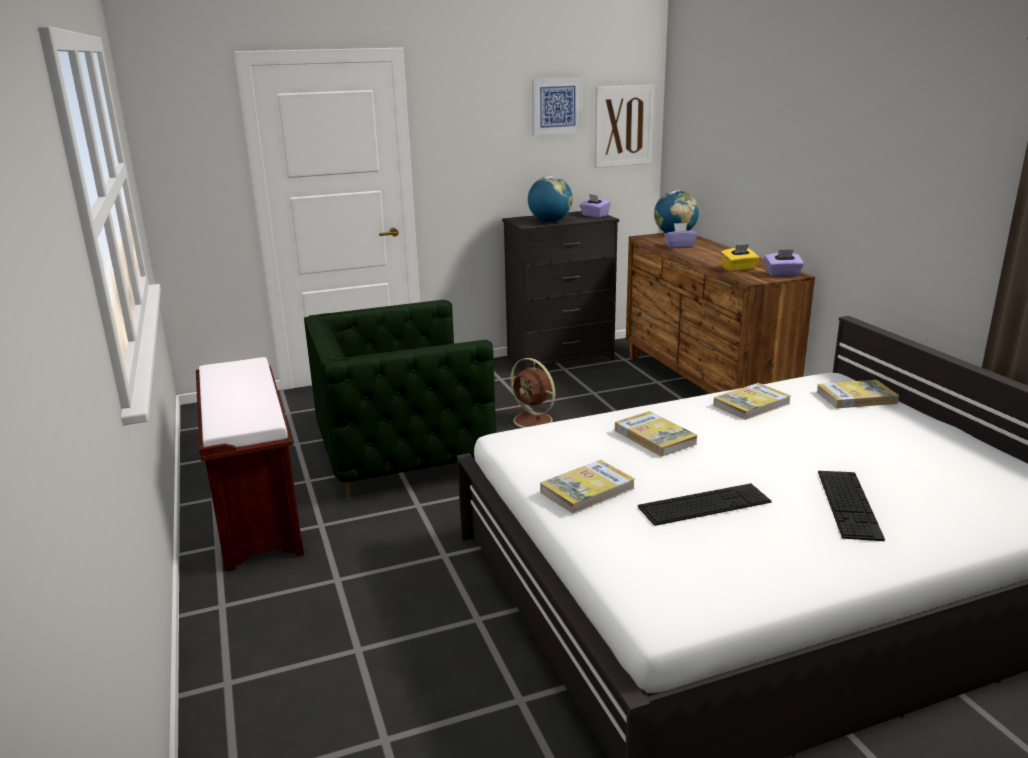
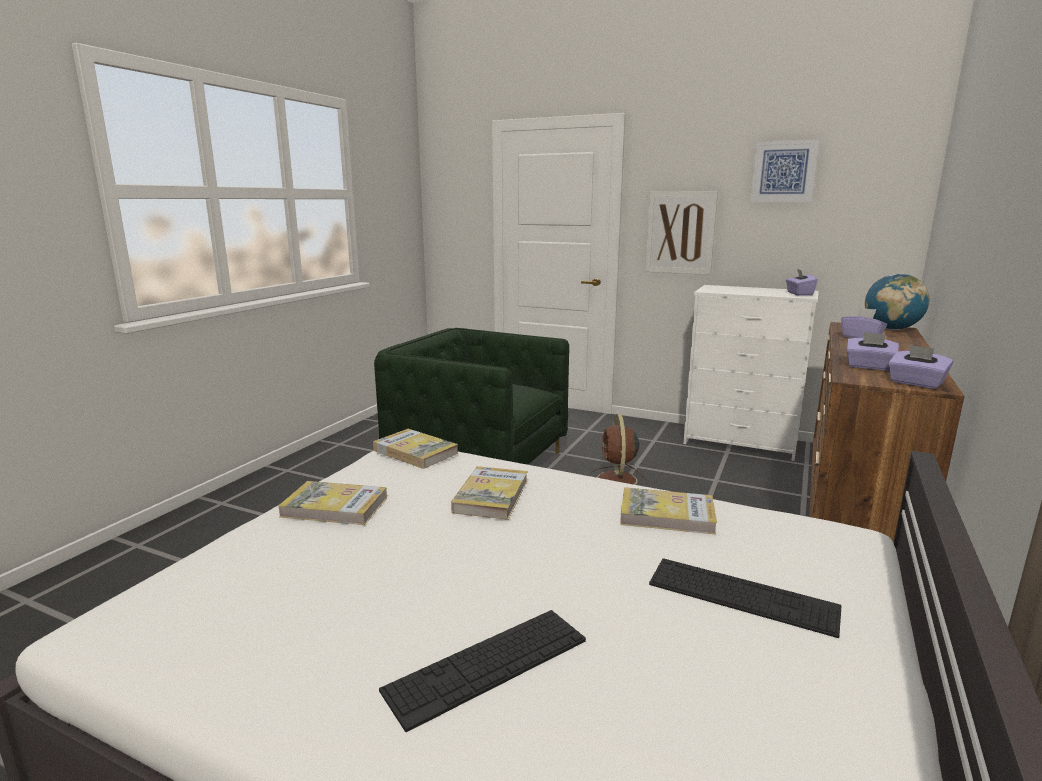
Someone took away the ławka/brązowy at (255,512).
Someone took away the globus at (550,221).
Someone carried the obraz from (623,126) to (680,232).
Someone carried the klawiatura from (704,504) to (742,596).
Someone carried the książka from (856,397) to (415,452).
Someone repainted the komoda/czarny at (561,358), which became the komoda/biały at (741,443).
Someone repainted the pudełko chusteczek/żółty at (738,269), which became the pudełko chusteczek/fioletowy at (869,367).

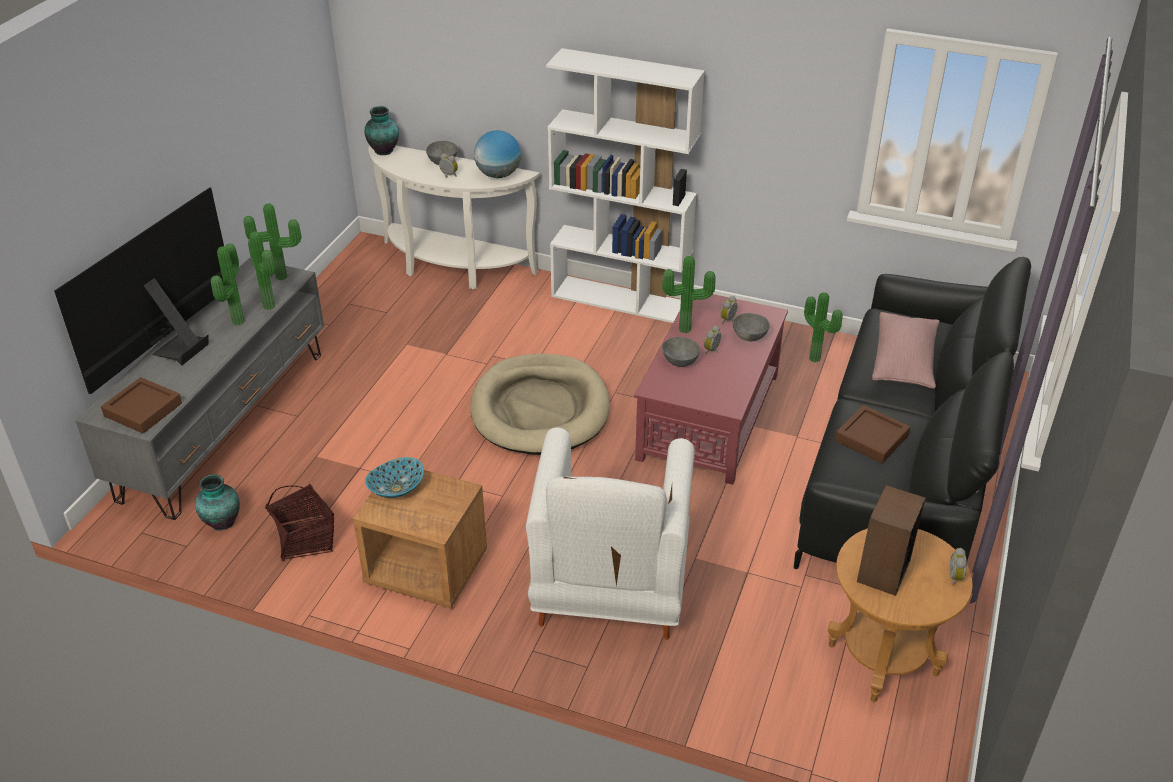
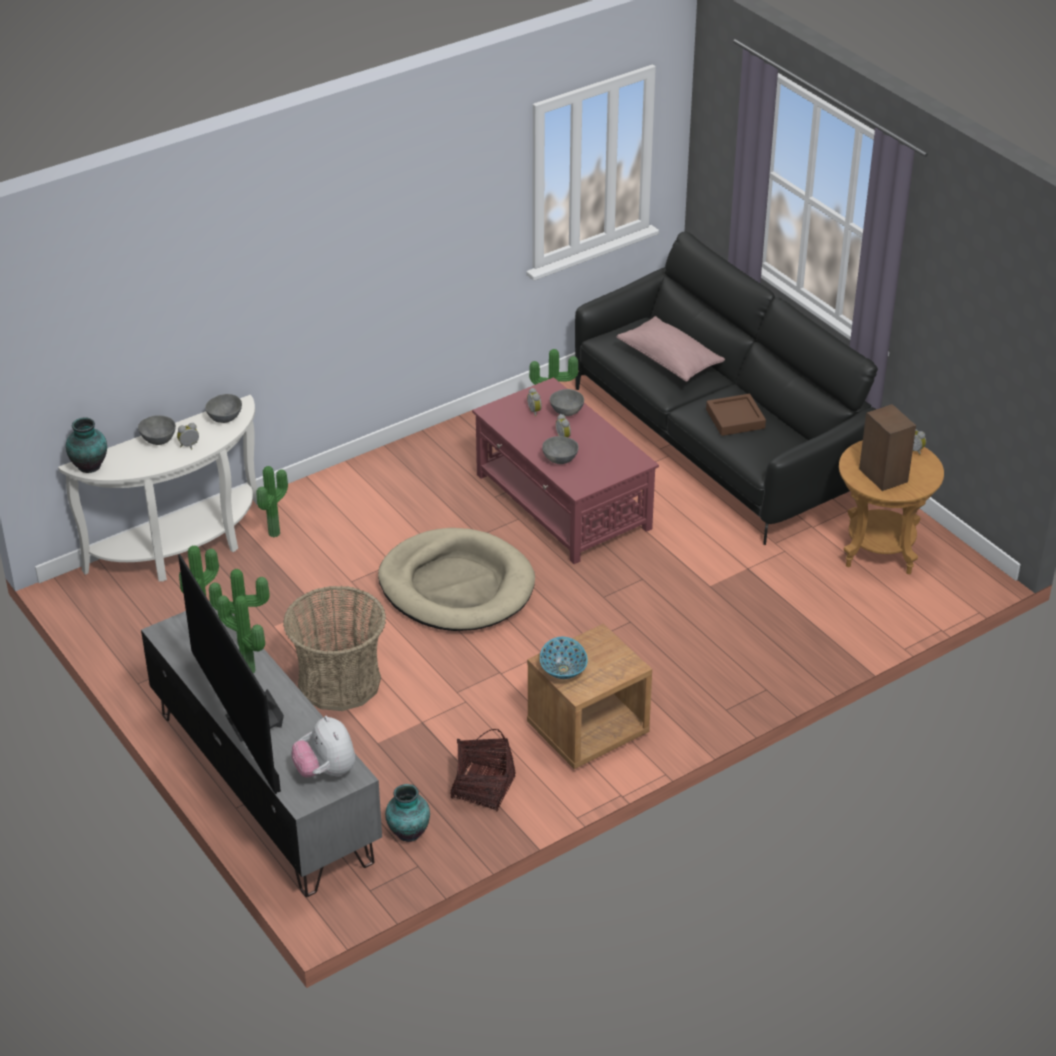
Someone took away the fotel/biały at (609,593).
Someone took away the regał/biały at (621,299).
Someone put down the koszyk at (339,682).
Someone carried the roślina doniczkowa from (685,331) to (276,534).
Someone swapped the taca/brązowy at (143,410) for the pluszak at (326,771).
Someone swapped the globus at (498,175) for the miska/szary at (226,418).

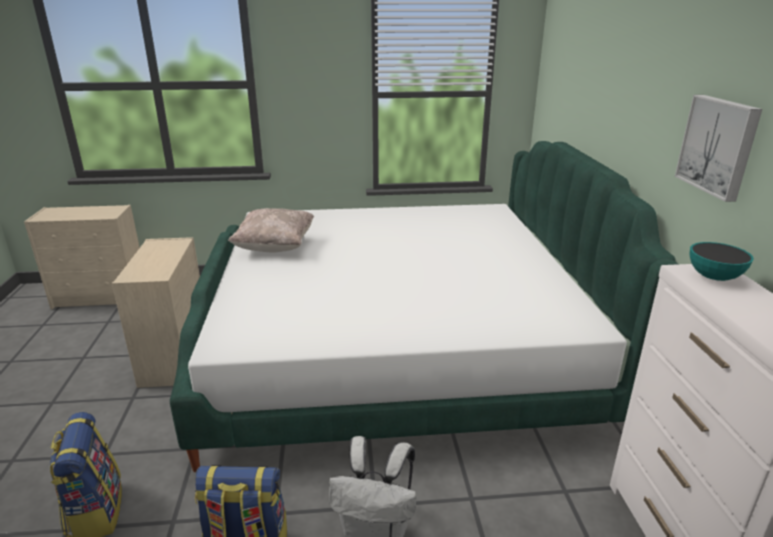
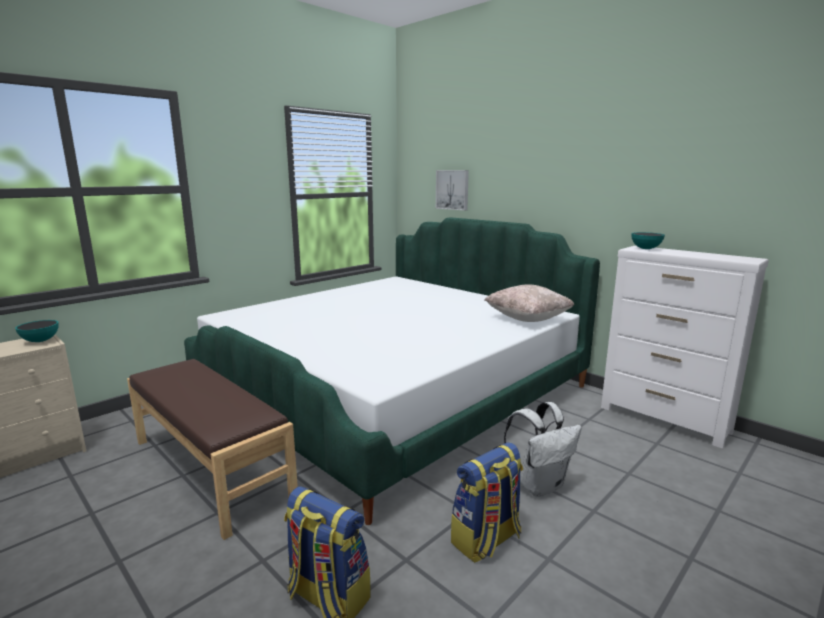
Someone put down the miska at (40,341).
Someone carried the poduszka/beżowy from (275,247) to (527,319).
Someone carried the obraz from (719,146) to (453,189).
Someone swapped the komoda/beżowy at (175,357) for the ławka/brązowy at (212,468).

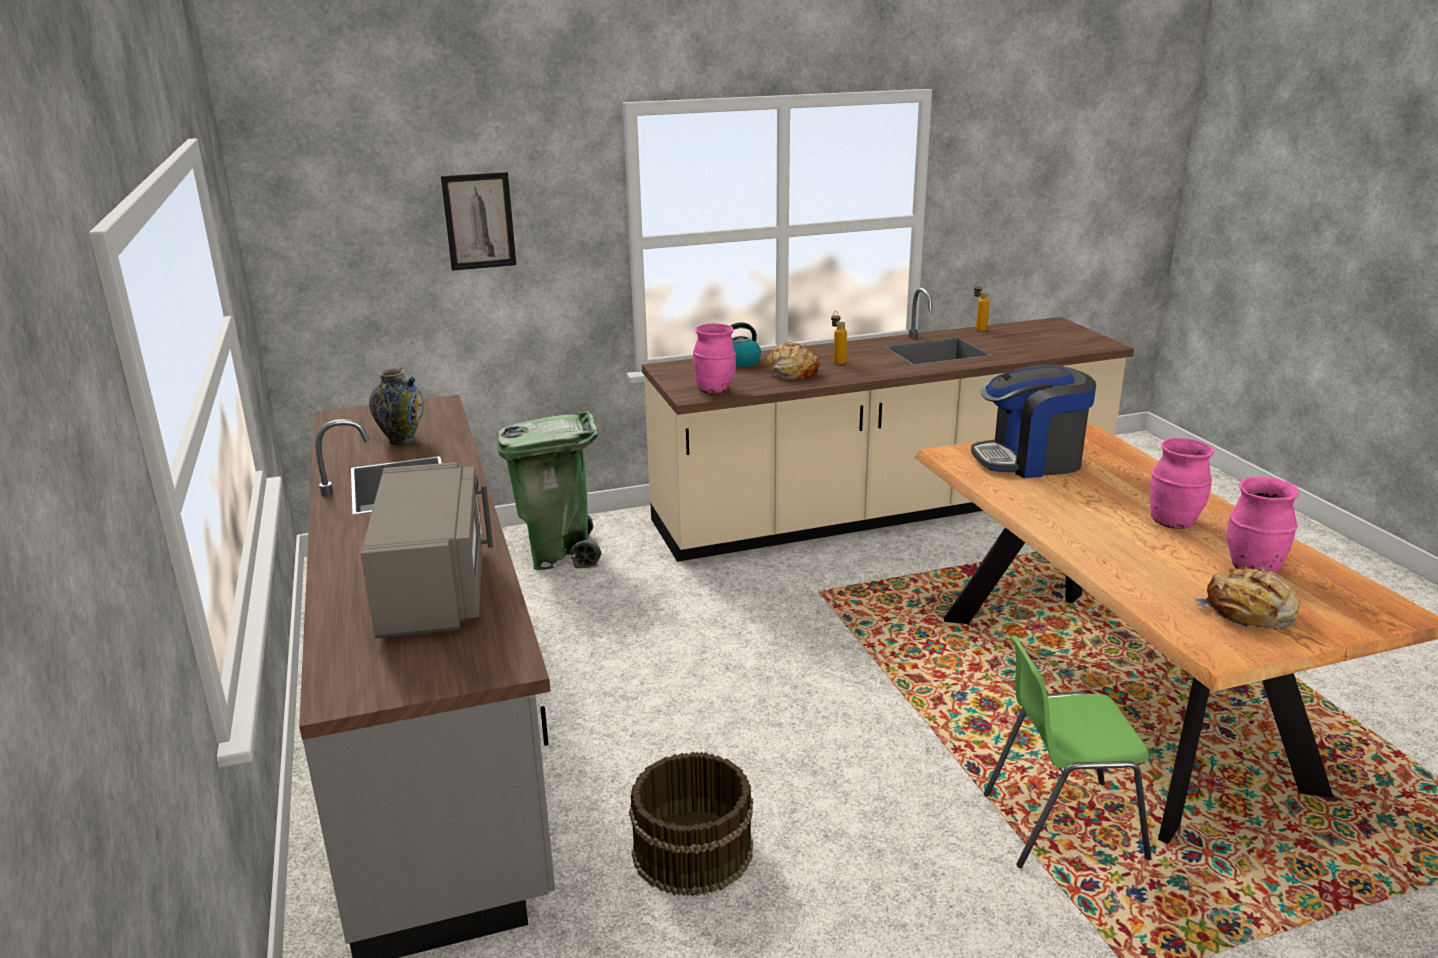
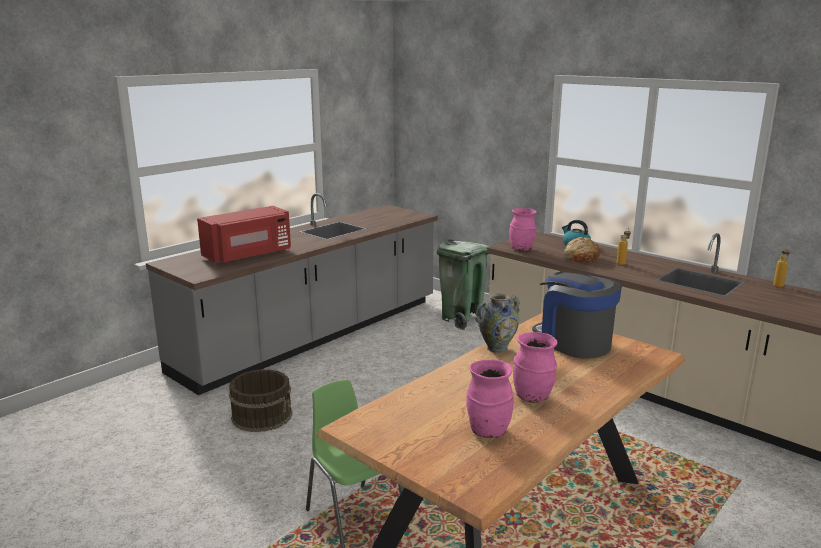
Someone took away the obraz at (479,221).
Someone took away the chleb at (1248,613).
Someone carried the wazon from (402,440) to (497,348).
Someone repainted the mikrofalówka/szary at (435,589), which became the mikrofalówka/czerwony at (249,255).

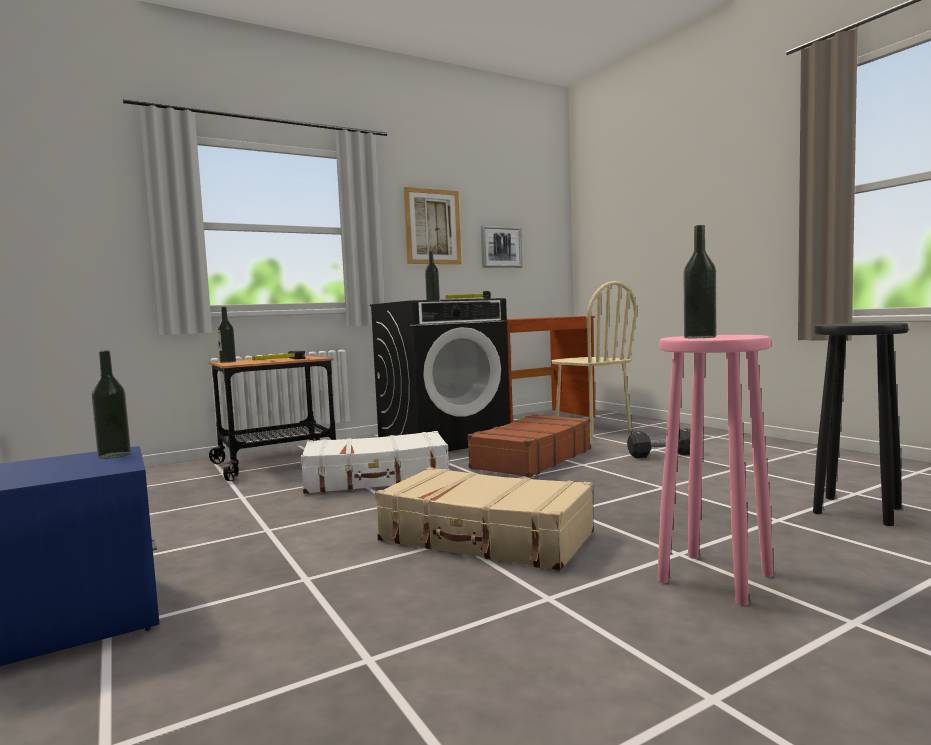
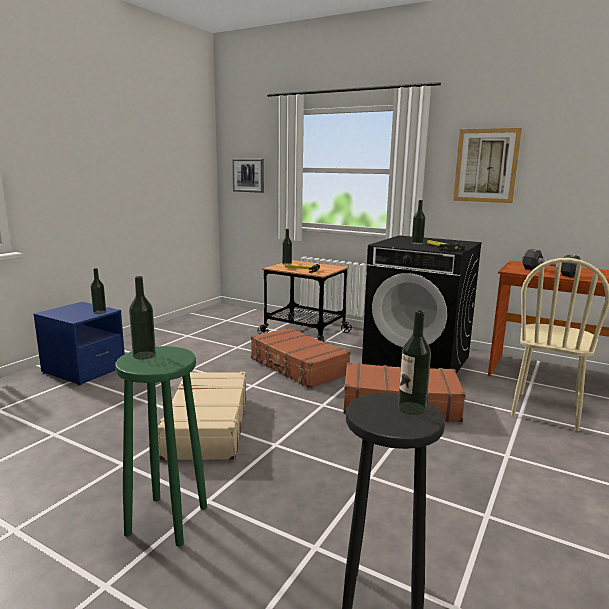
Someone put down the butelka at (411,408).
Someone carried the obraz from (501,247) to (248,175).
Someone carried the hantel/czarny from (662,455) to (549,272).
Someone repainted the walizka/biały at (377,478), which became the walizka/brązowy at (297,367).
Someone repainted the stołek/różowy at (714,578), which became the stołek/zielony at (166,520).

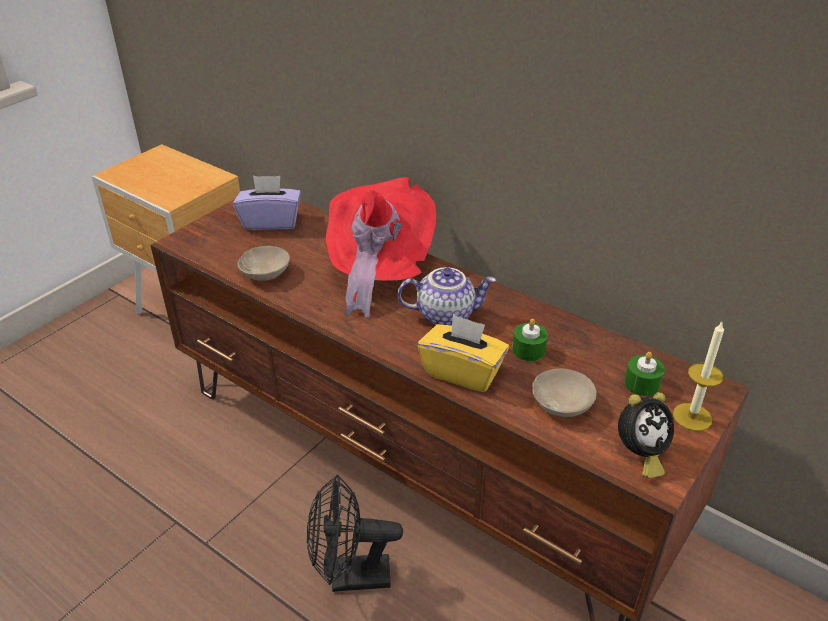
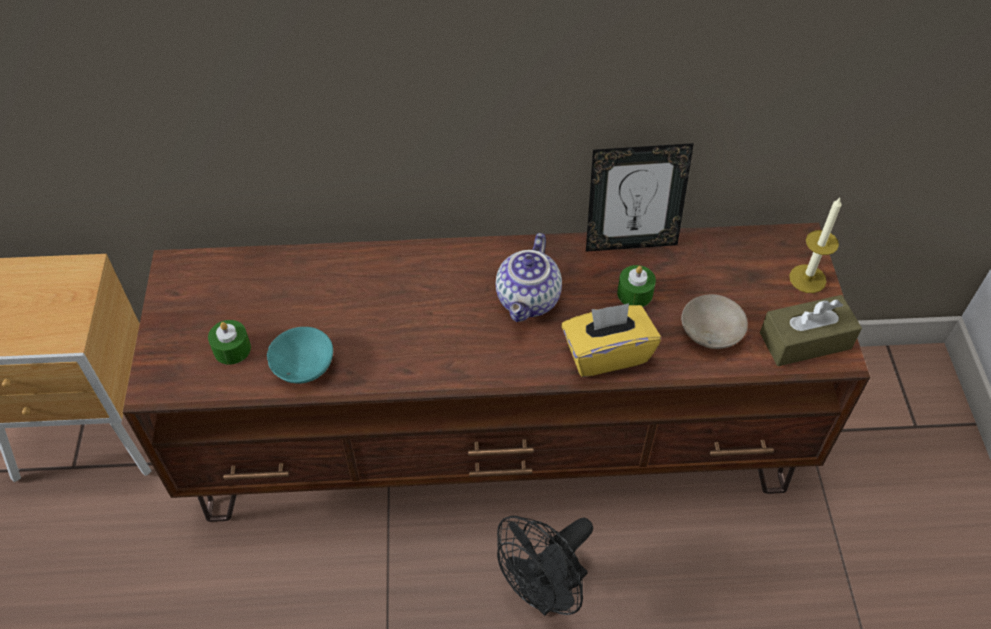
Someone took away the pudełko chusteczek/fioletowy at (271,221).
Someone took away the kapelusz/czerwony at (378,270).
Someone put down the ramka na zdjęcie at (630,242).
Someone carried the świeca/zielony from (642,383) to (232,349).
Someone swapped the budzik at (639,455) for the pudełko chusteczek/brązowy at (805,340).
Someone repainted the miska/beżowy at (266,274), which became the miska/turkusowy at (305,365).
Someone rotated the imbryk at (446,314) by 150 degrees clockwise.

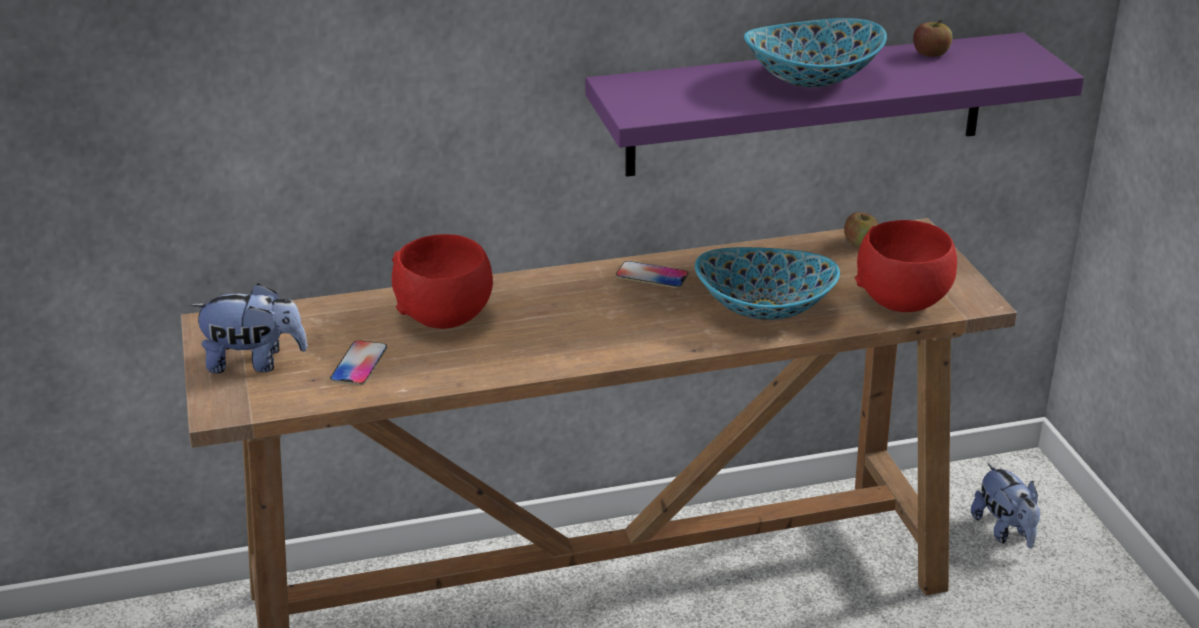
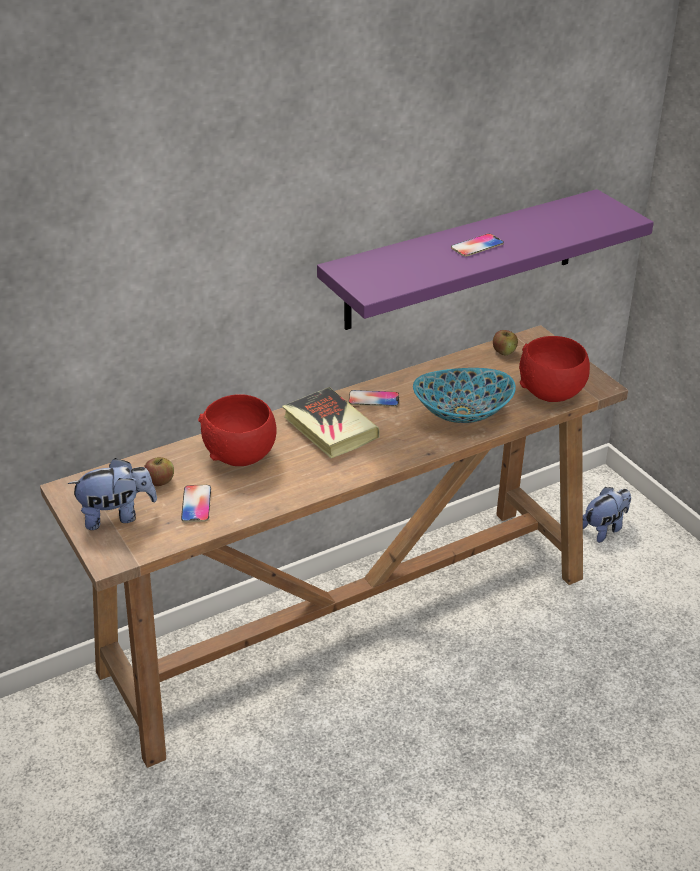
Someone put down the książka at (330,428).
Someone carried the jabłko from (930,54) to (160,481).
Someone swapped the miska at (813,79) for the telefon at (477,246).
Someone rotated the pluszak at (1005,531) by 90 degrees counterclockwise.

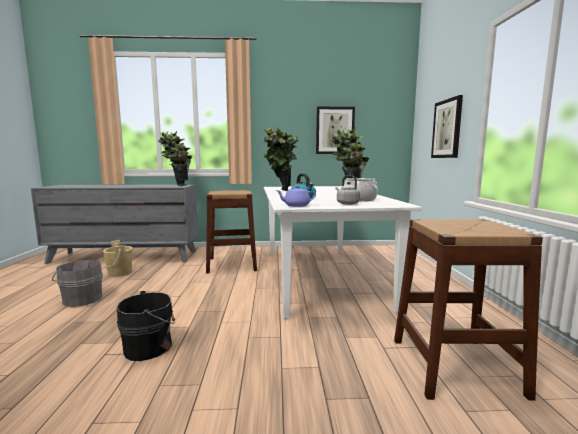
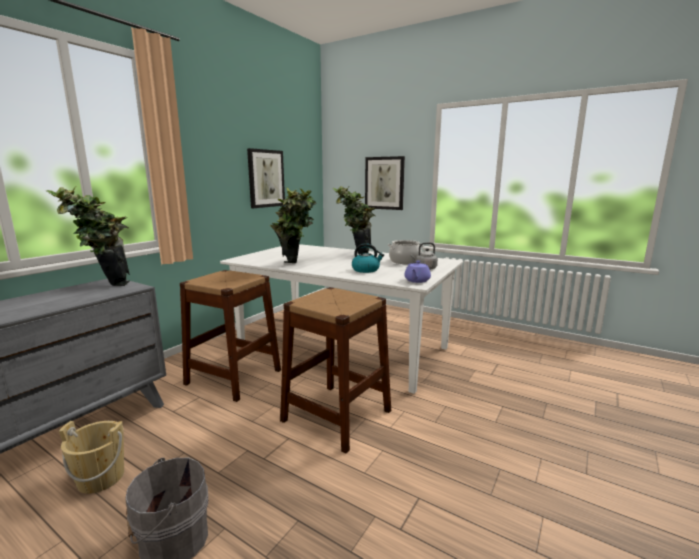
Someone took away the wiadro/czarny at (150,347).
Someone carried the stołek/brązowy from (454,366) to (336,415).

